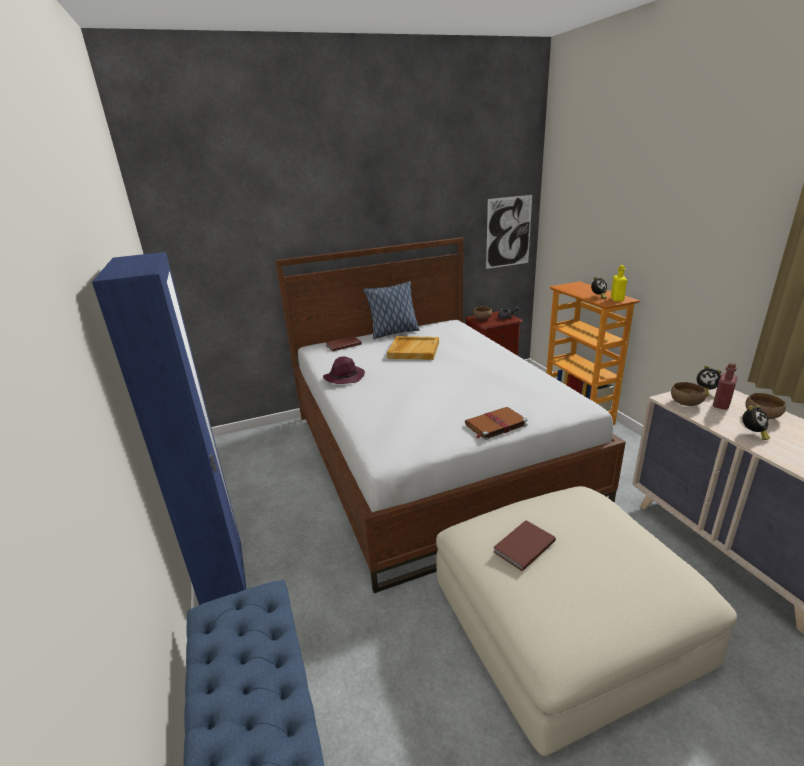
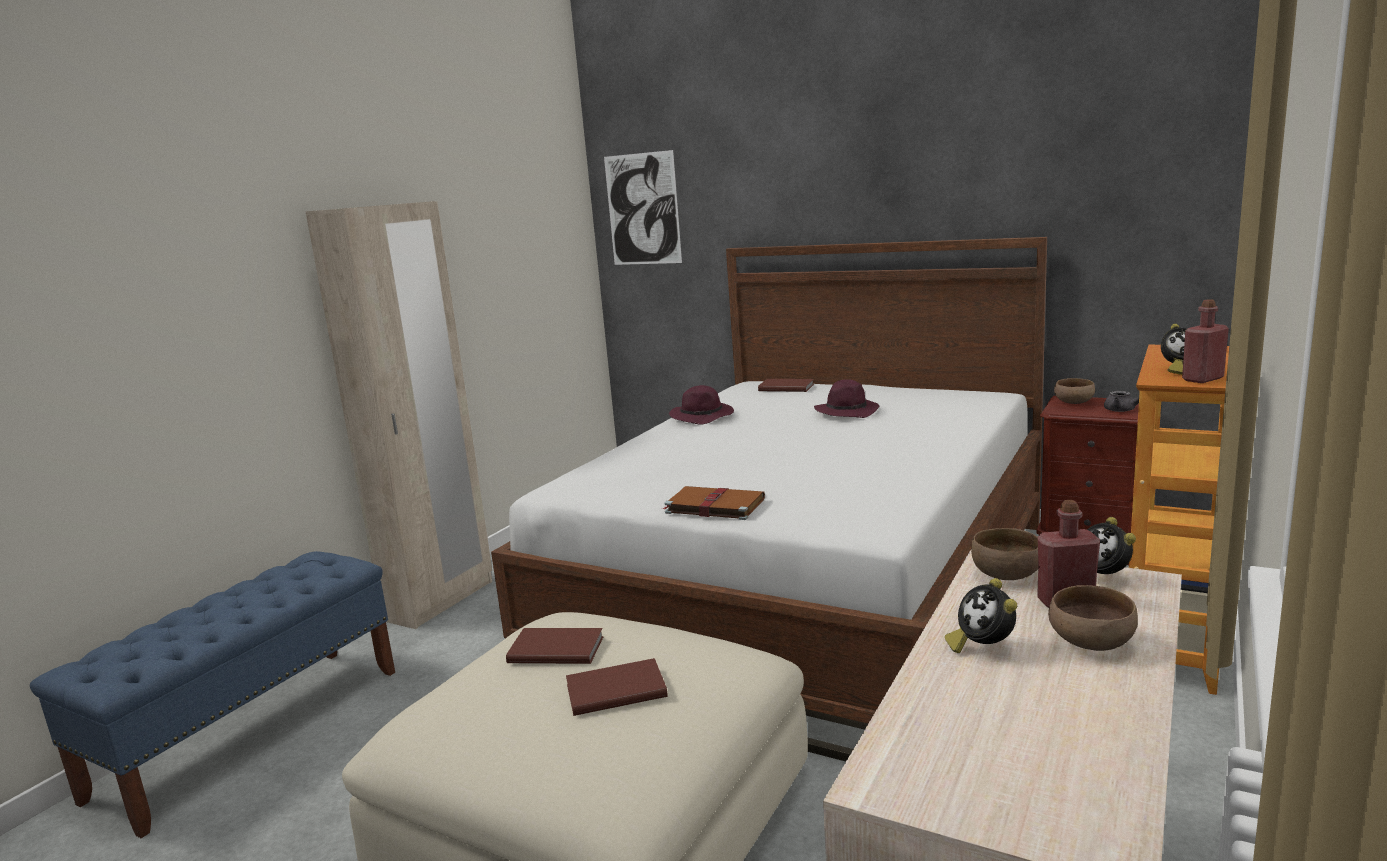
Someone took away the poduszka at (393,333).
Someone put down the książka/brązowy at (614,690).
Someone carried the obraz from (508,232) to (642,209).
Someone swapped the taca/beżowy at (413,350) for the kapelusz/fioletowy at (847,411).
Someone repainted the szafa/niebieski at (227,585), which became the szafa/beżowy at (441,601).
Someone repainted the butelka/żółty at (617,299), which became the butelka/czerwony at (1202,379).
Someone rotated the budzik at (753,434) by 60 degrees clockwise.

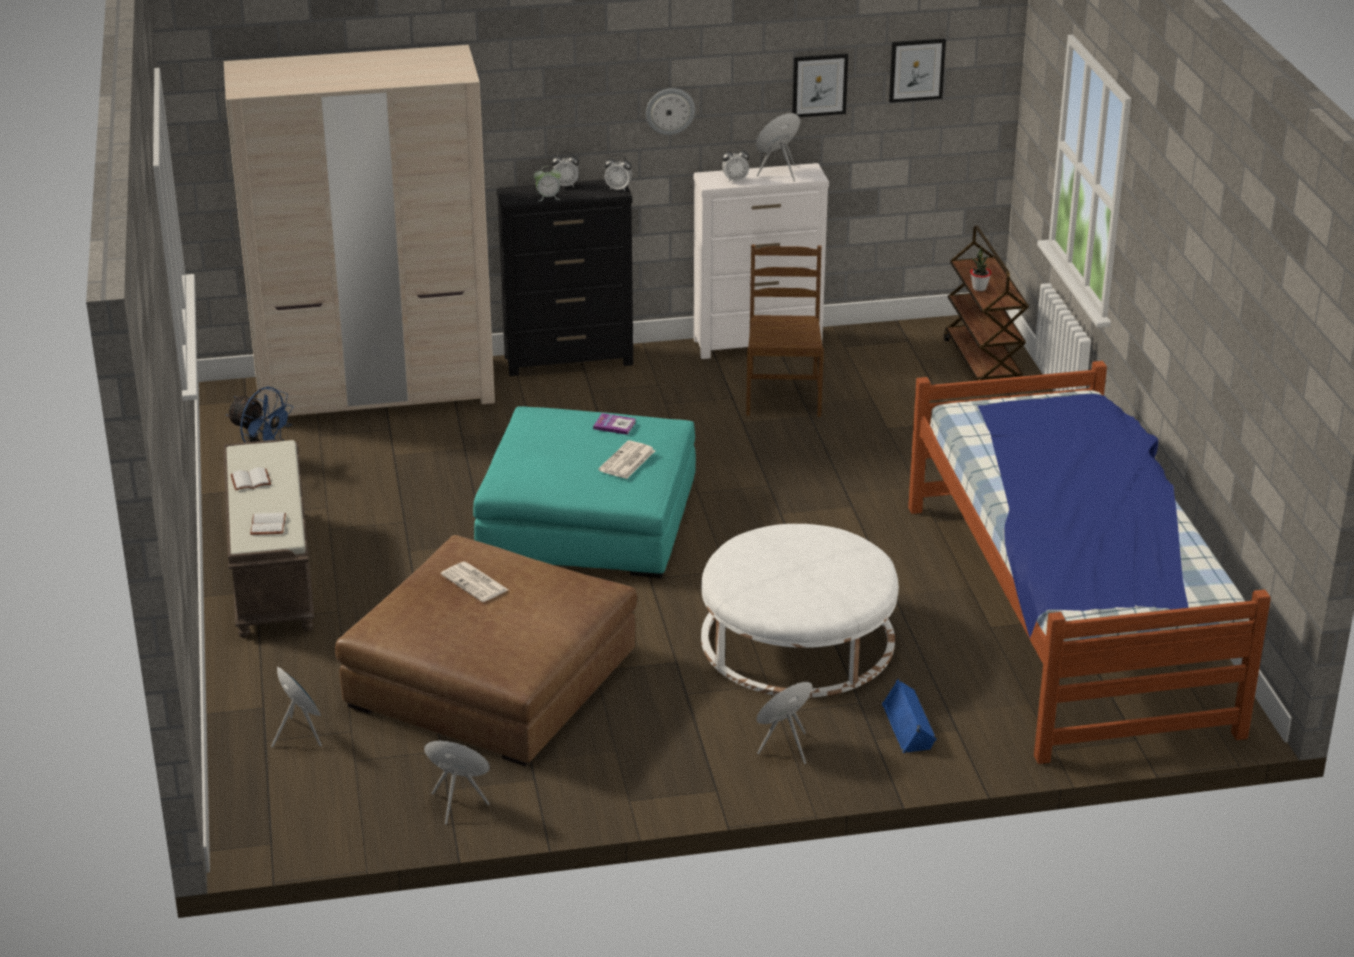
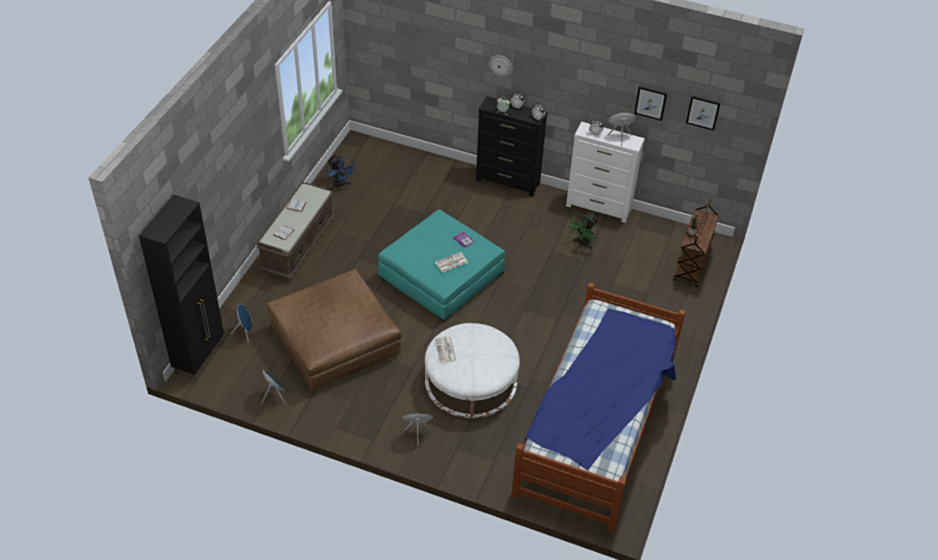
Someone took away the szafa/beżowy at (375,391).
Someone took away the głośnik/niebieski at (910,726).
Someone put down the szafka/czarny at (200,358).
Someone carried the gazeta from (475,583) to (446,350).
Someone carried the zegar ścienny from (670,110) to (501,65).
Someone swapped the krzesło/brązowy at (782,396) for the wentylator/zielony at (583,243).

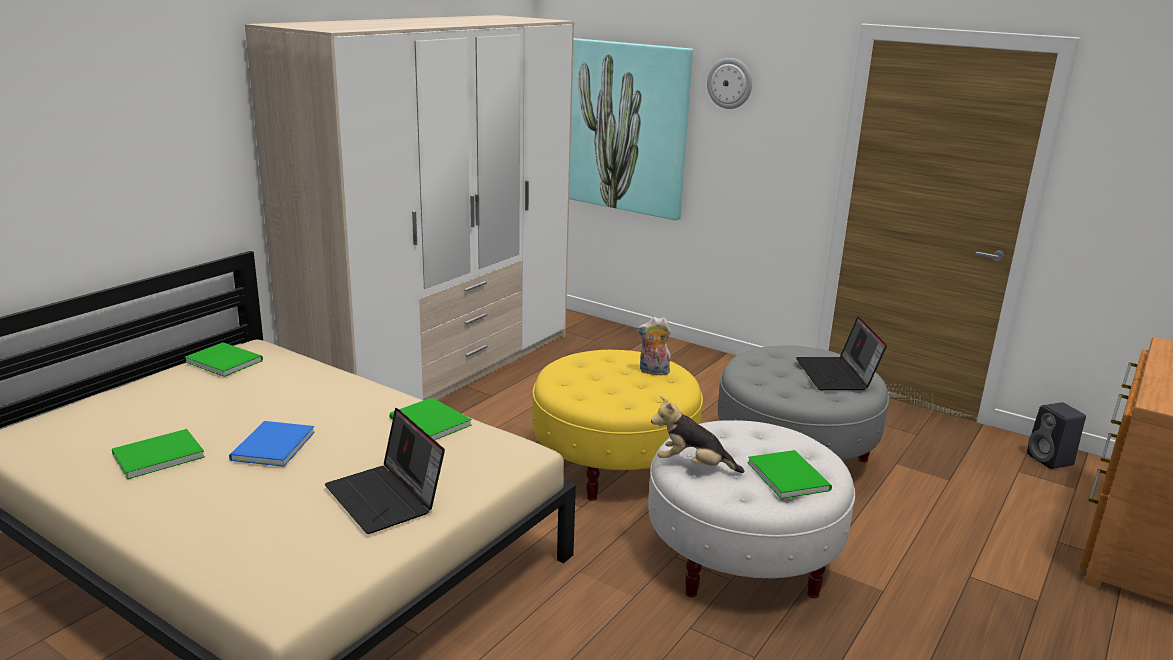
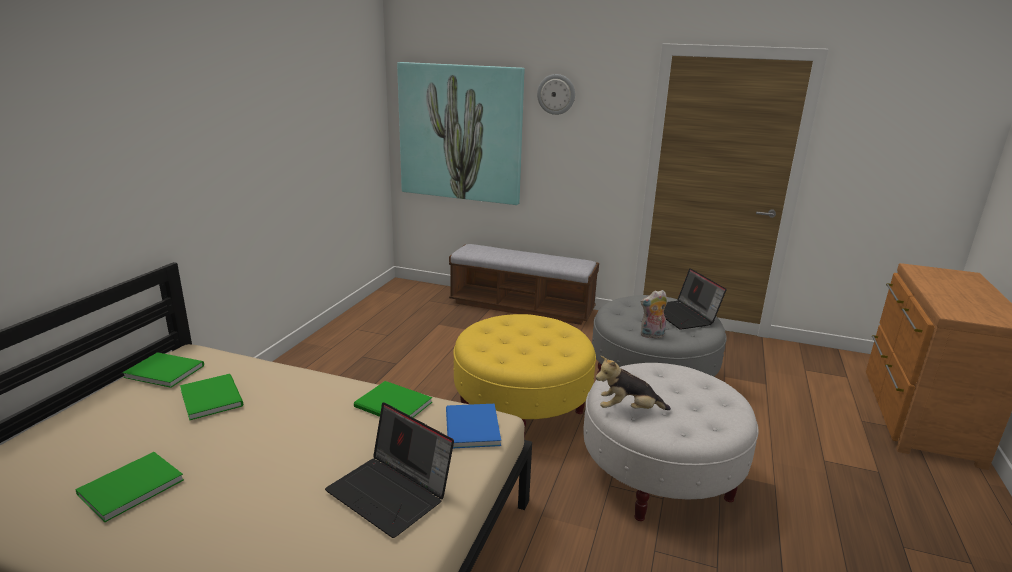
Someone took away the szafa at (440,370).
Someone took away the głośnik/czarny at (1051,460).
Someone put down the ławka at (522,307).
Someone carried the książka/niebieski from (270,447) to (470,429).
Someone carried the pluszak from (653,372) to (652,335).
Someone carried the książka/zielony from (788,475) to (213,396).

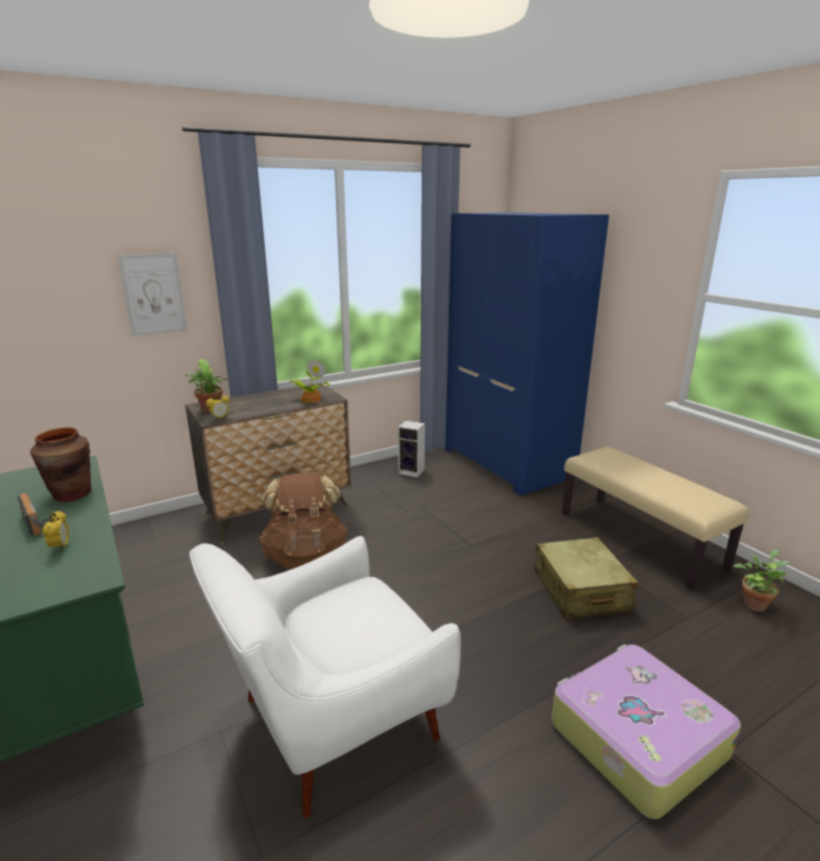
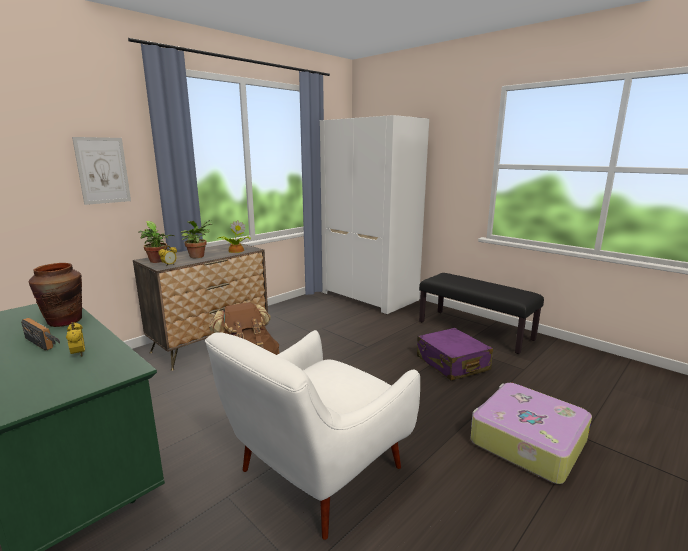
Someone took away the głośnik at (412,471).
Someone carried the roślina doniczkowa from (754,603) to (198,256).
Someone repainted the szafa/niebieski at (509,463), which became the szafa/biały at (370,296).
Someone repainted the walizka/beżowy at (581,590), which became the walizka/fioletowy at (452,363).
Someone repainted the ławka/beżowy at (640,540), which became the ławka/czarny at (475,330).

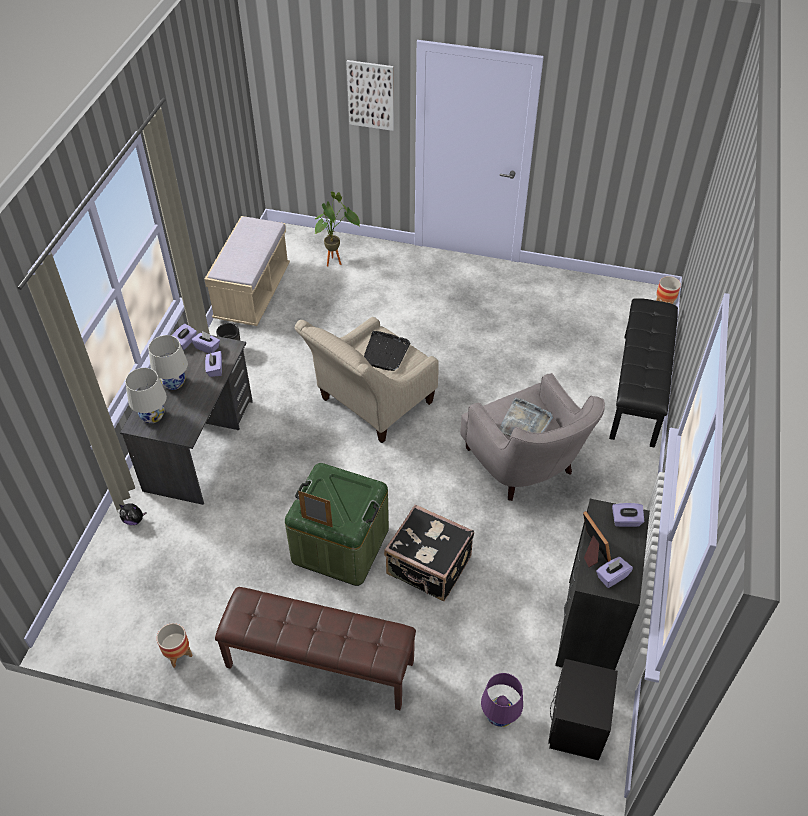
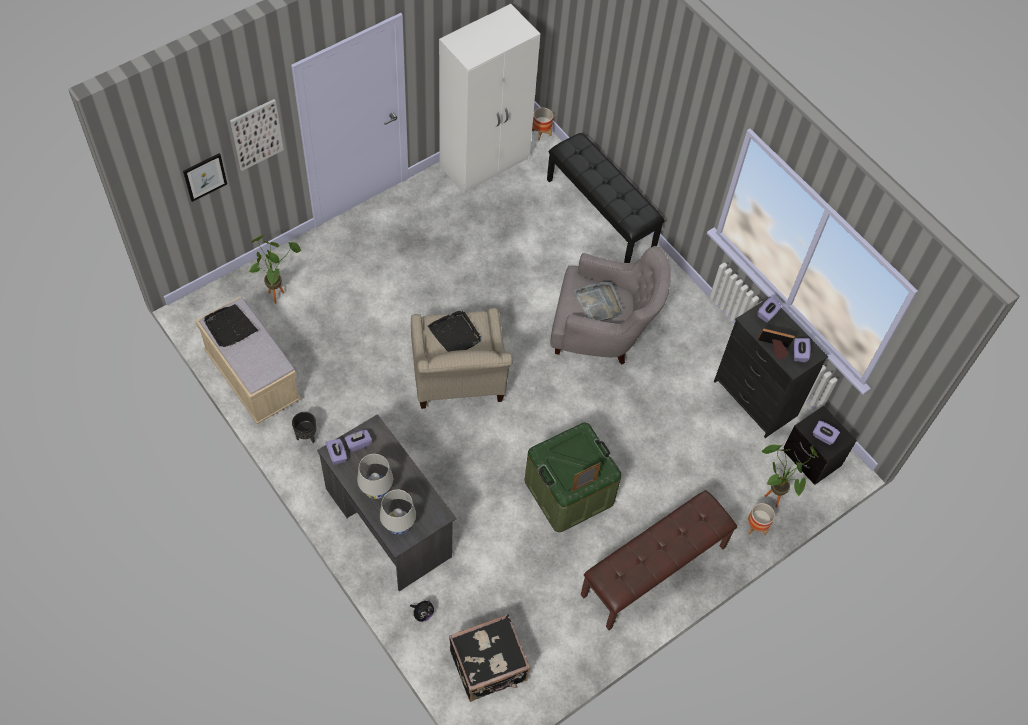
Someone put up the obraz at (205,177).
Someone put down the taca/czarny at (230,327).
Someone put down the szafa/biały at (485,163).
Someone carried the donica from (178,654) to (756,526).
Someone carried the pudełko chusteczek/fioletowy from (215,369) to (823,436).
Someone carried the walizka/czarny from (428,567) to (489,667).
Someone swapped the lampa stołowa/fioletowy at (499,715) for the roślina doniczkowa at (773,494).

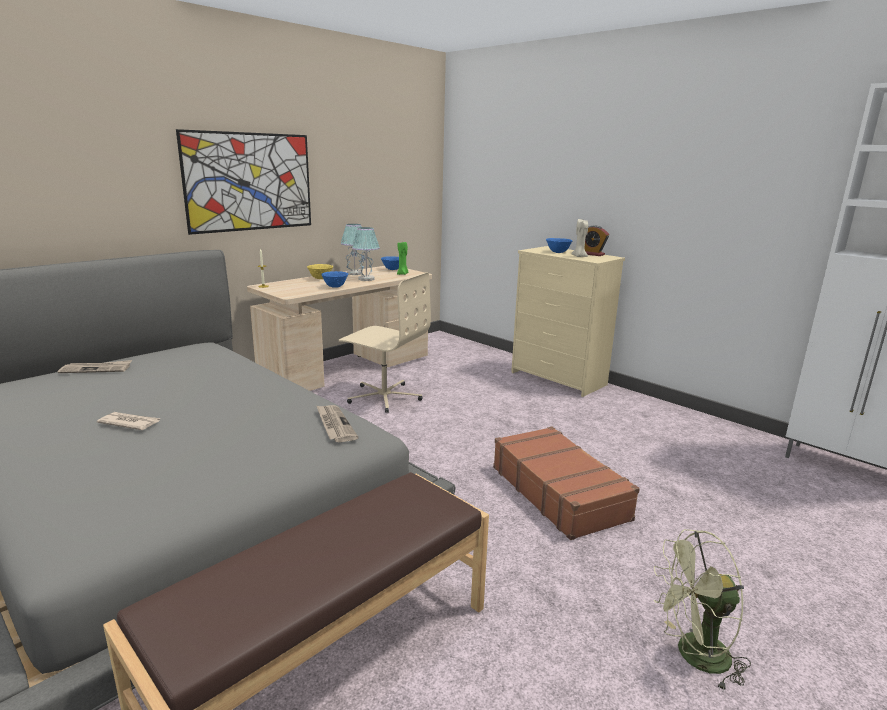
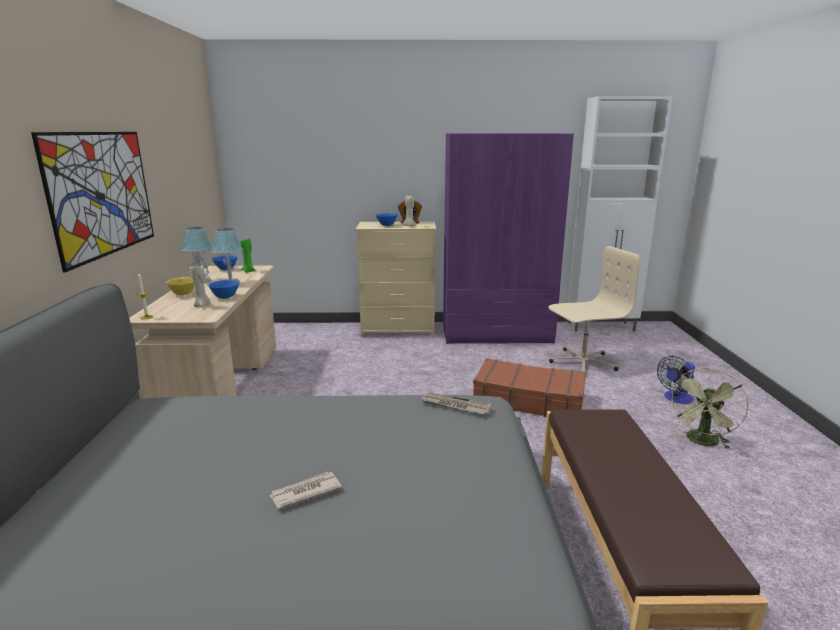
Someone took away the gazeta at (96,369).
Someone put down the świeca/beżowy at (202,305).
Someone put down the szafa/fioletowy at (496,333).
Someone put down the wentylator at (676,398).
Someone carried the krzesło biurowe/beżowy from (384,397) to (582,362).

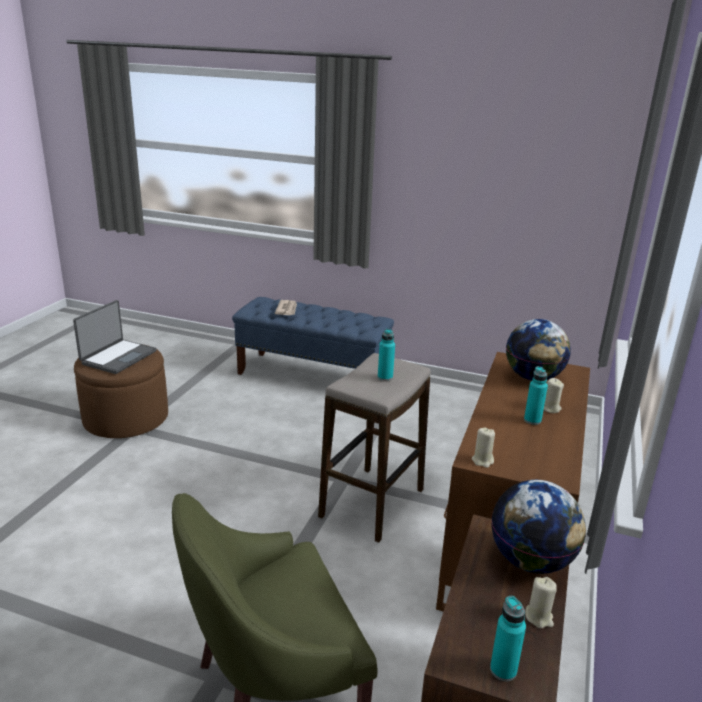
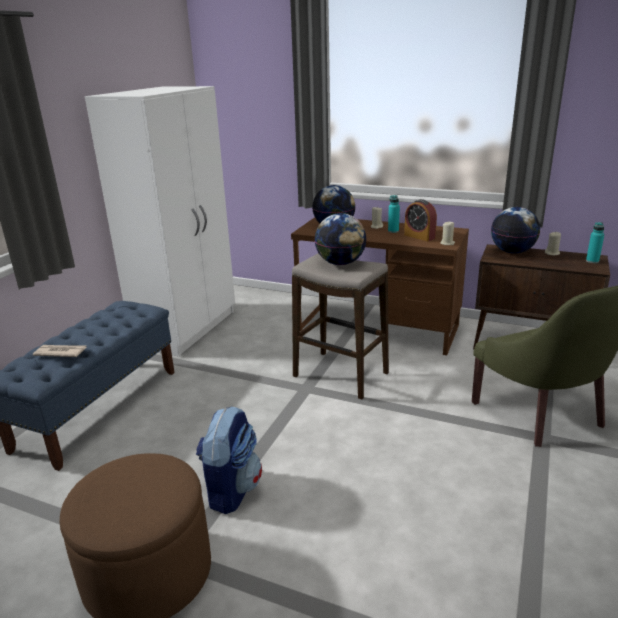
Someone took away the laptop at (118,357).
Someone put down the szafa/biały at (188,328).
Someone put down the plecak at (231,489).
Someone put down the budzik at (419,236).
Someone swapped the butelka/turkusowy at (385,377) for the globus at (340,263).

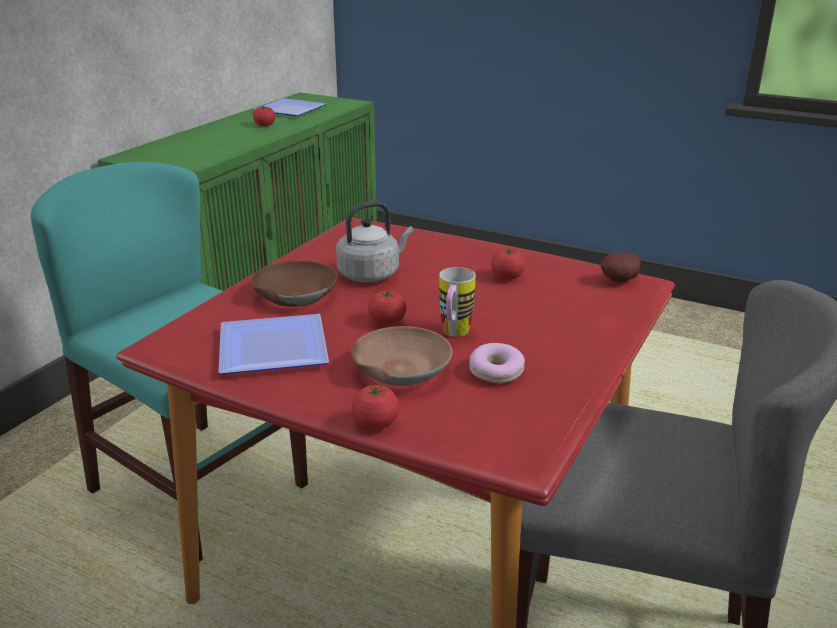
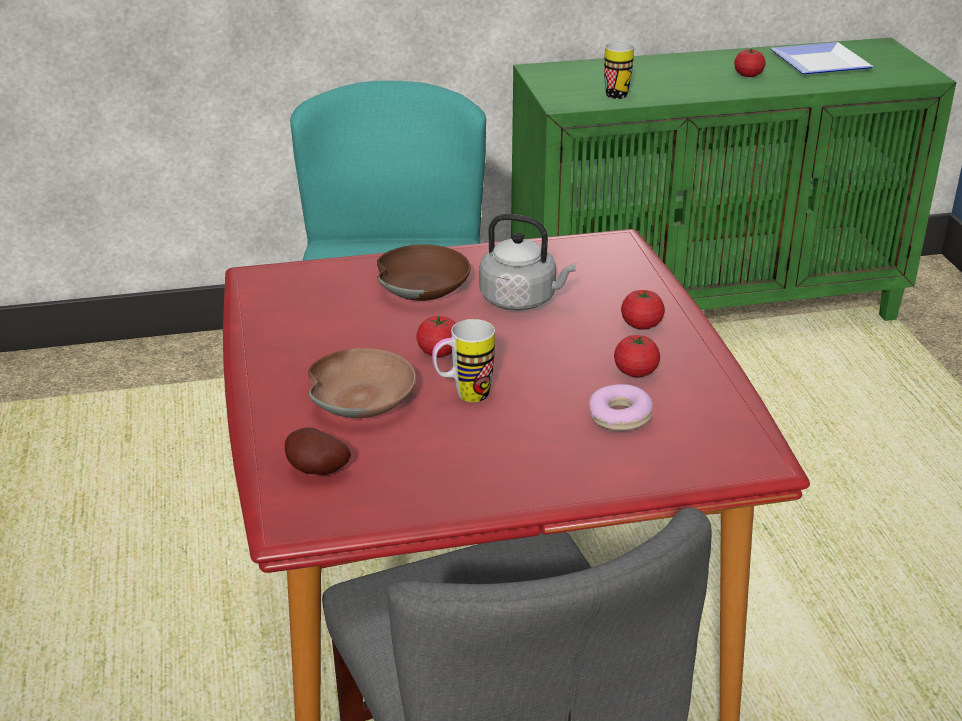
Someone took away the talerz at (277,350).
Someone put down the kubek at (619,93).
Someone carried the pomidor from (376,423) to (641,325).
Someone carried the donut from (496,371) to (619,417).
Someone carried the ziemniak from (621,281) to (315,472).

